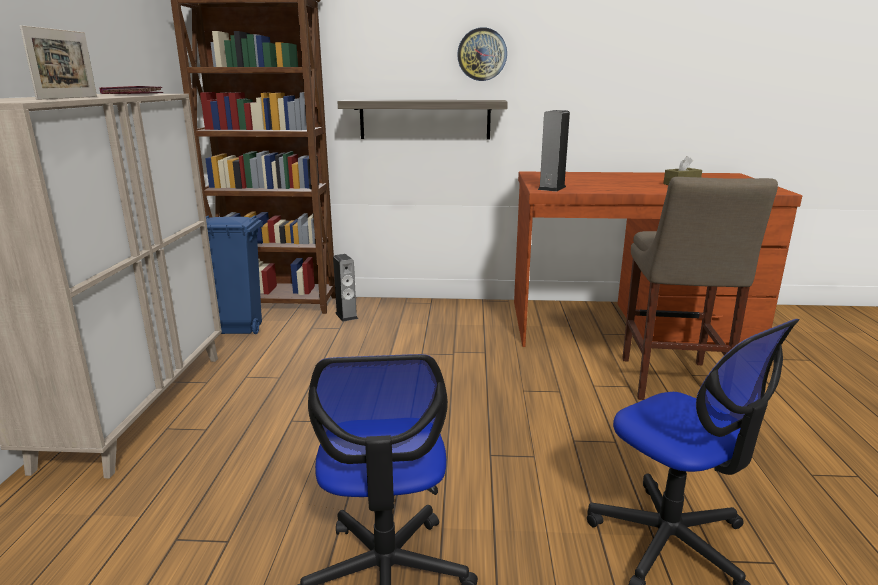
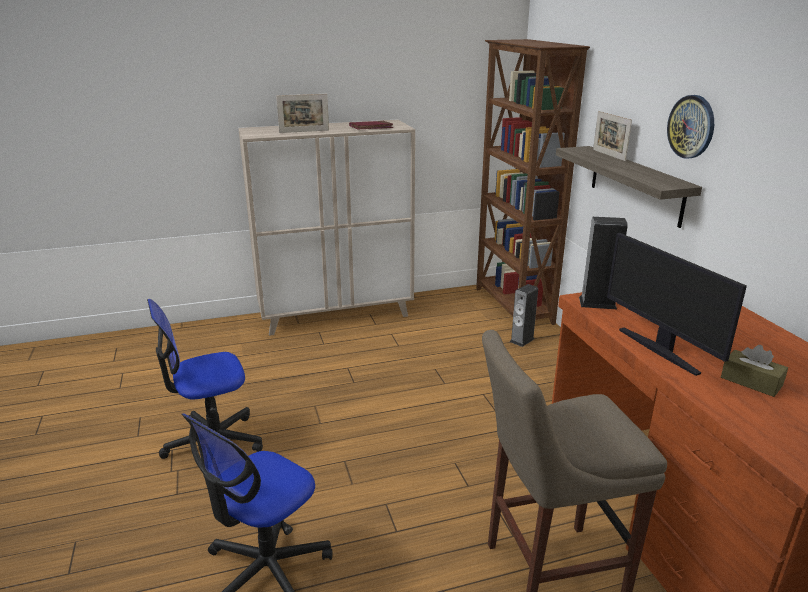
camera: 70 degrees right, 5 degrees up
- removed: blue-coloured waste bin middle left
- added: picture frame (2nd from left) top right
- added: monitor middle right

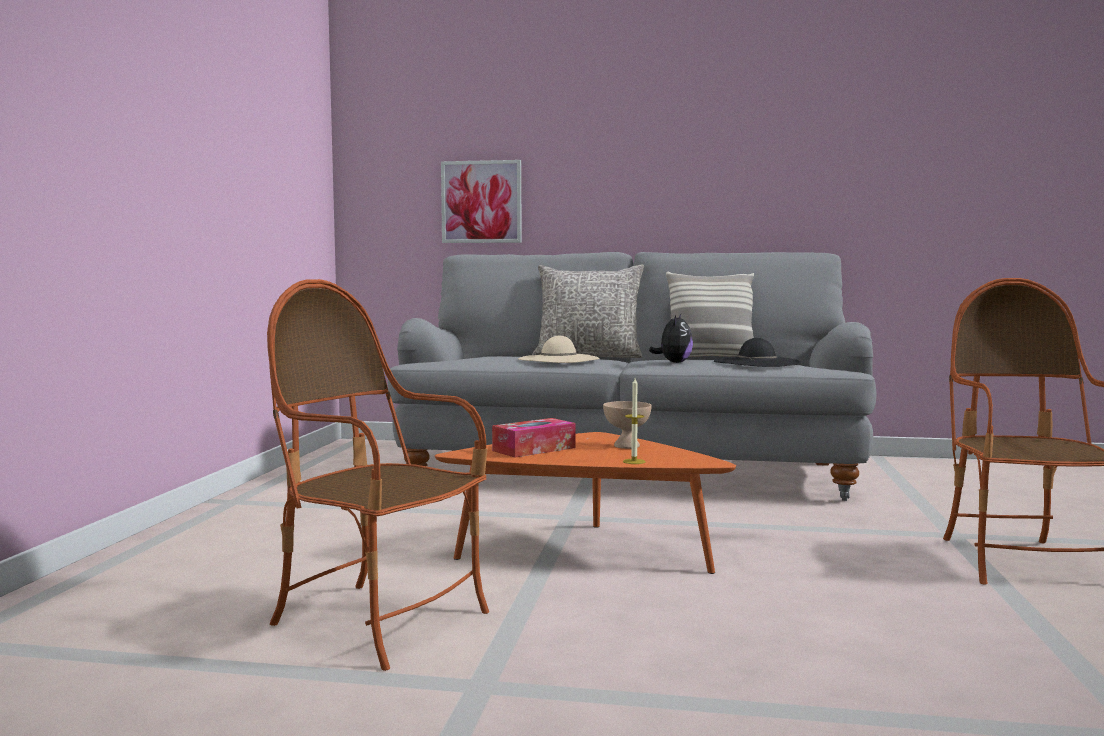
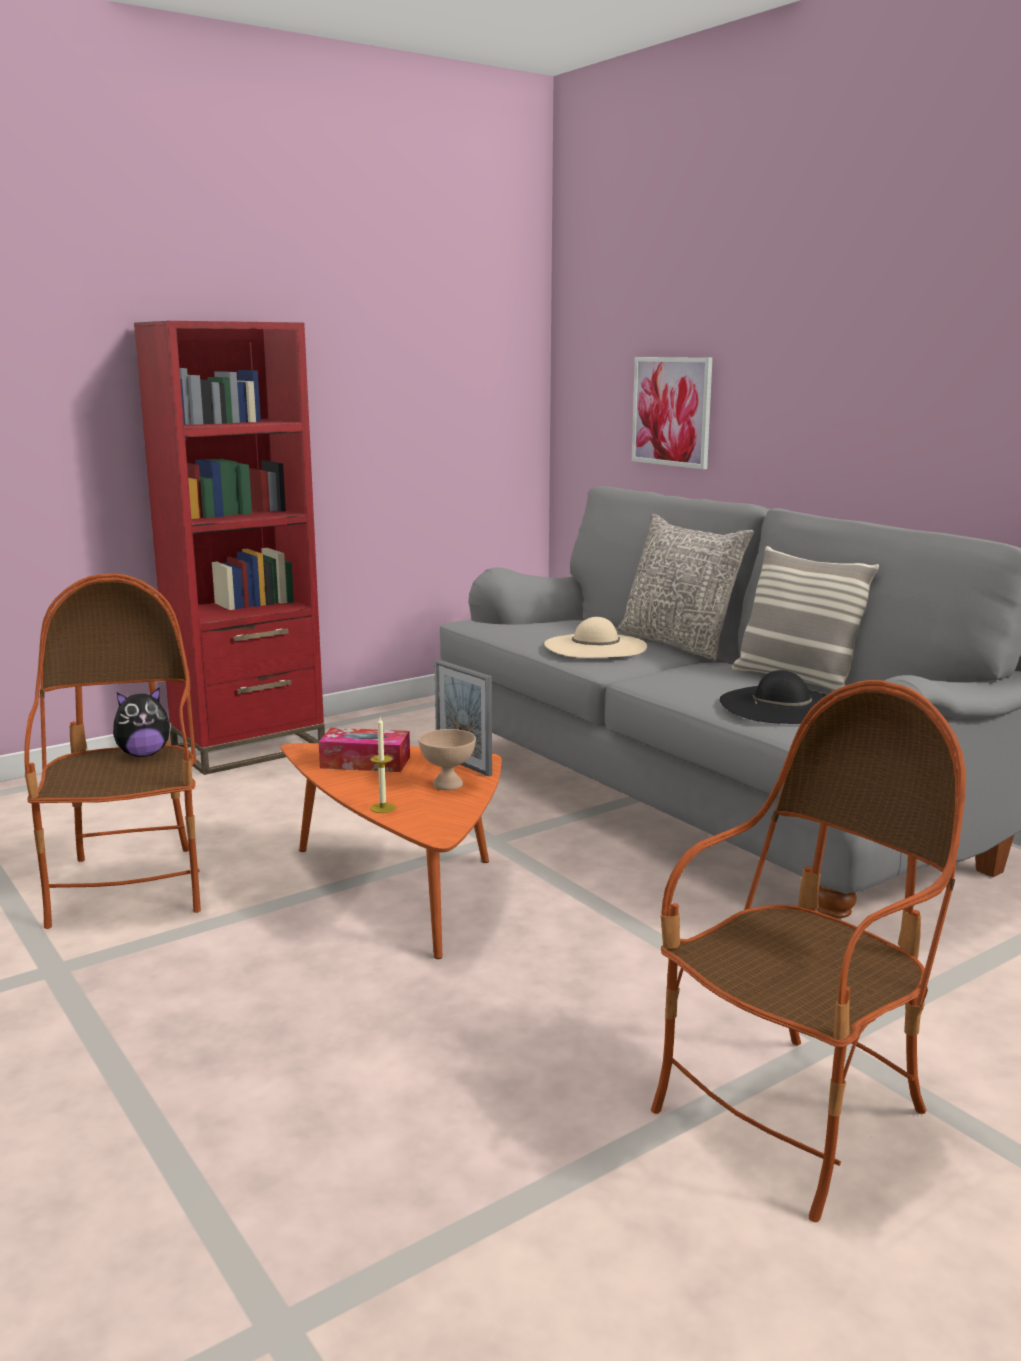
camera: 45 degrees right, 10 degrees up
- moved: cuddly toy centre to middle left
- added: reddish shelving unit middle left
- added: picture frame centre

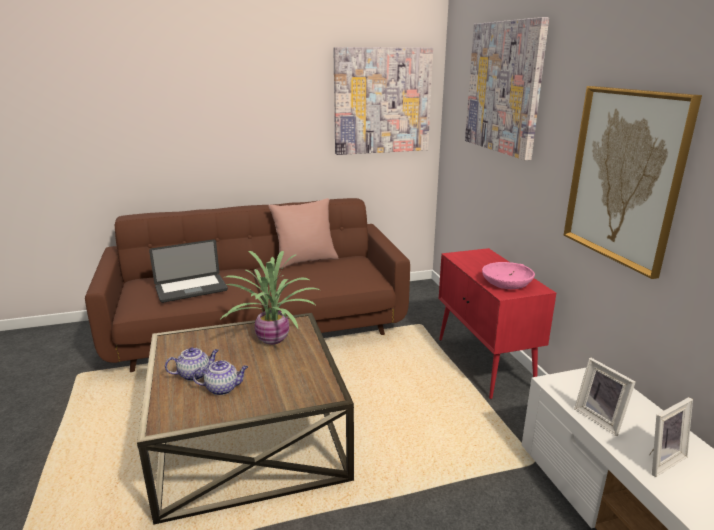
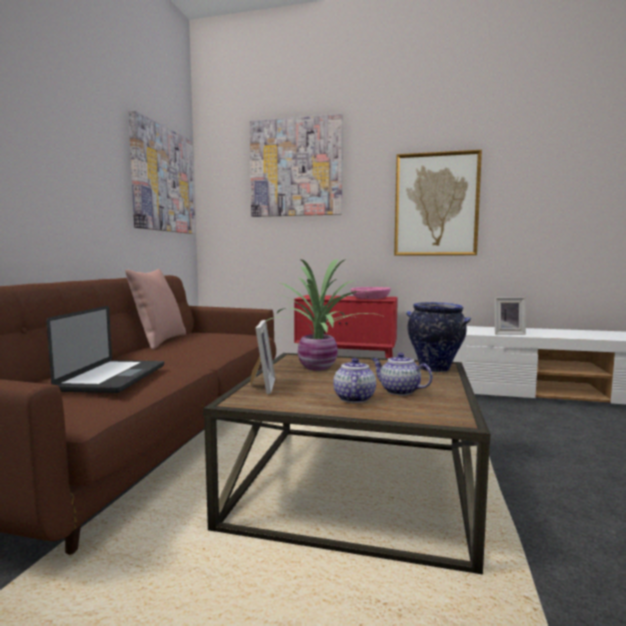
camera: 60 degrees left, 15 degrees down
- turned: tea pot (2nd from left) bottom left = centre 75 degrees counterclockwise
- moved: picture frame (2nd from left in the first image) bottom right to picture frame (1st from left) centre
- added: decorative vase middle right

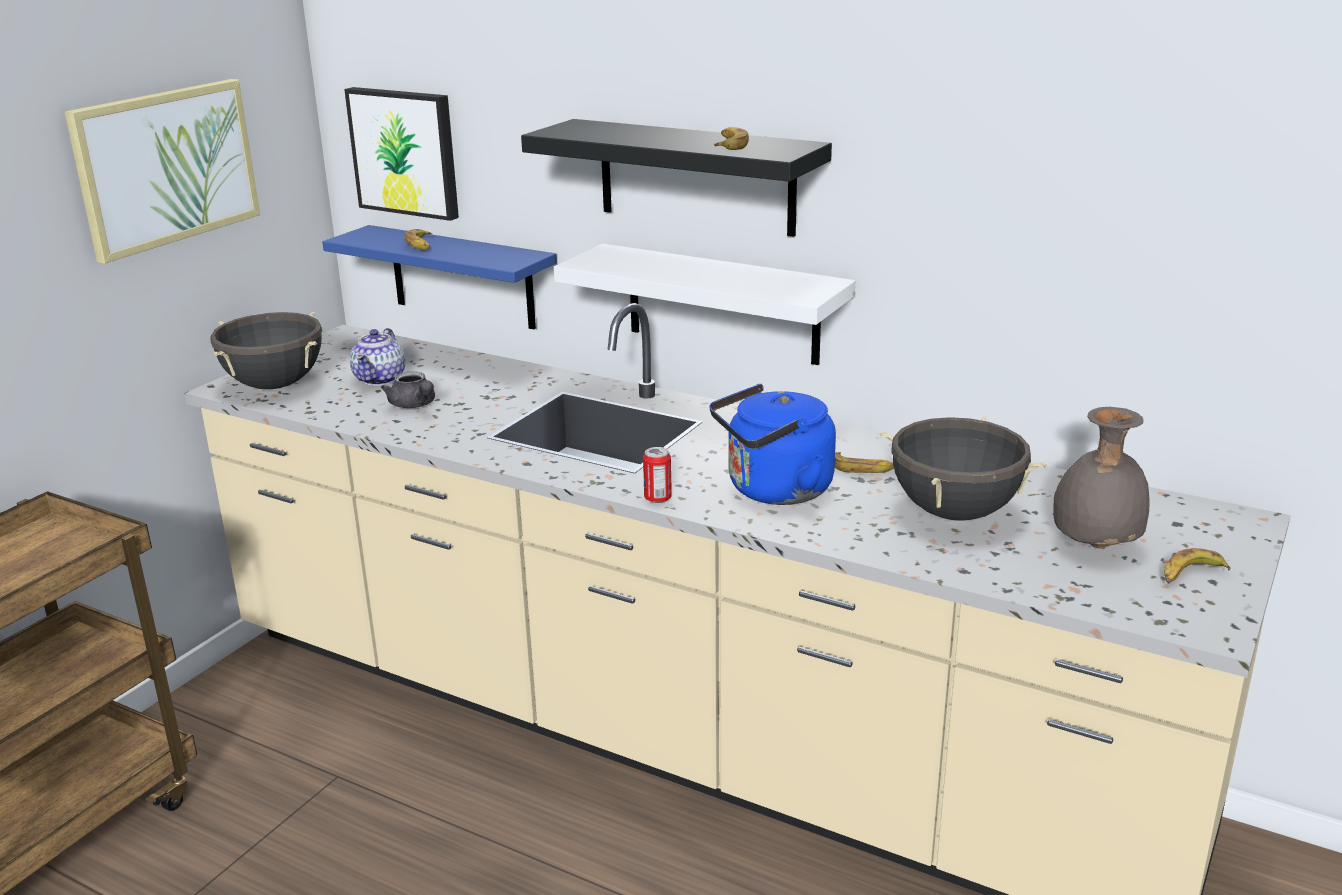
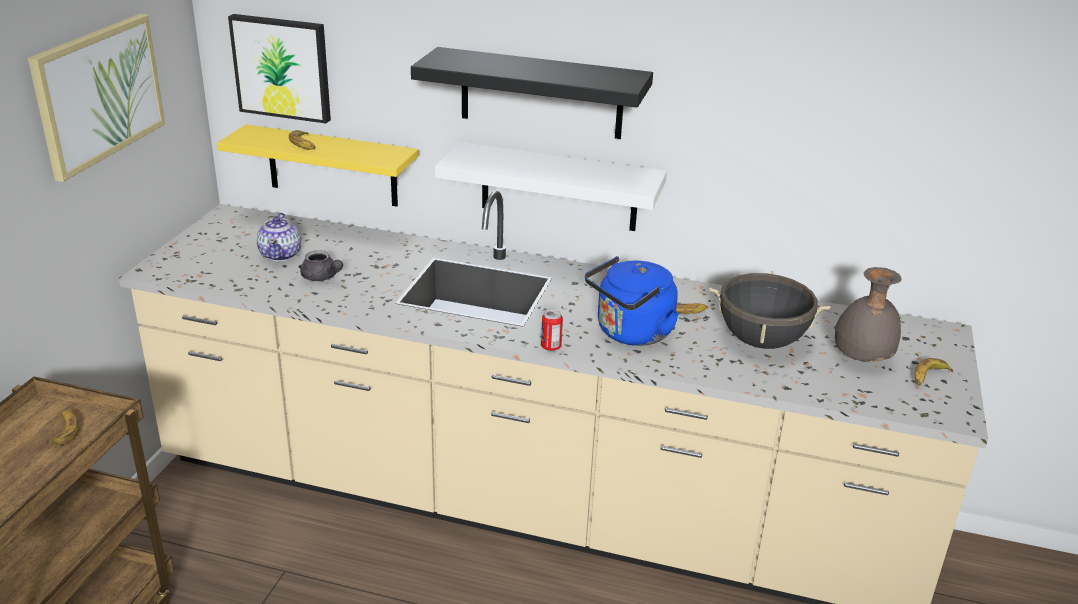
camera: 15 degrees left, 5 degrees up
- removed: black-coloured cooking pot (1st from left) middle left
- recoloured: blue-coloured shelf top left to yellow-coloured shelf top left
- moved: whole banana (2nd from left in the first image) top centre to whole banana (1st from left) bottom left

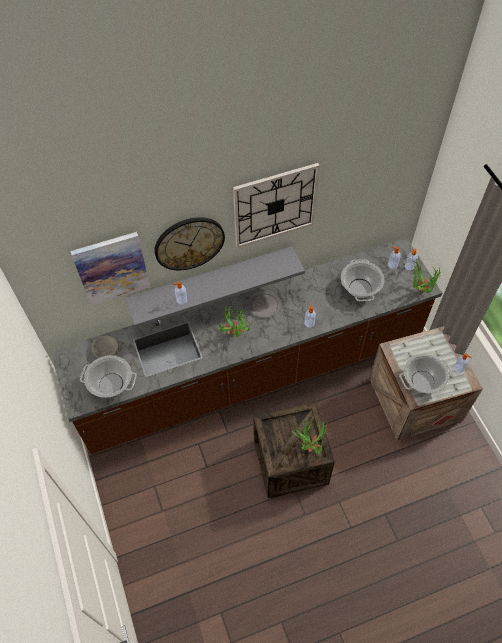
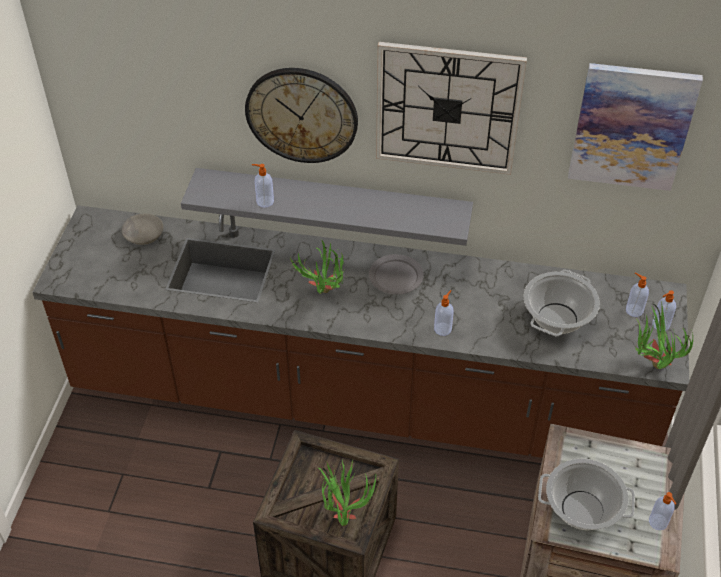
camera: 30 degrees right, 10 degrees down
- moved: wall art middle left to top right
- removed: cooking pot (1st from left) middle left

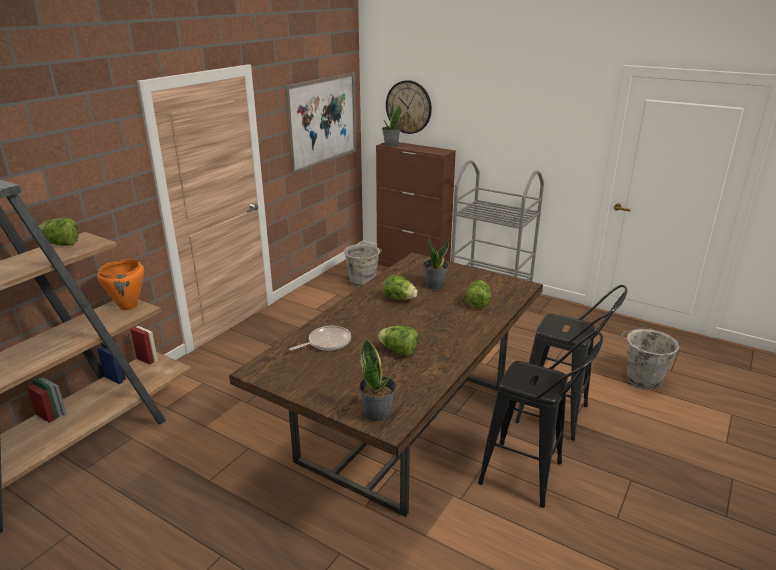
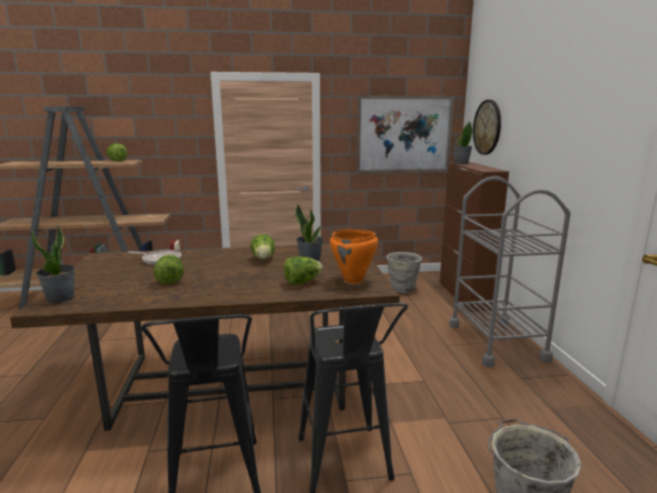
camera: 50 degrees right, 10 degrees down
- moved: orange cooking pot middle left to centre

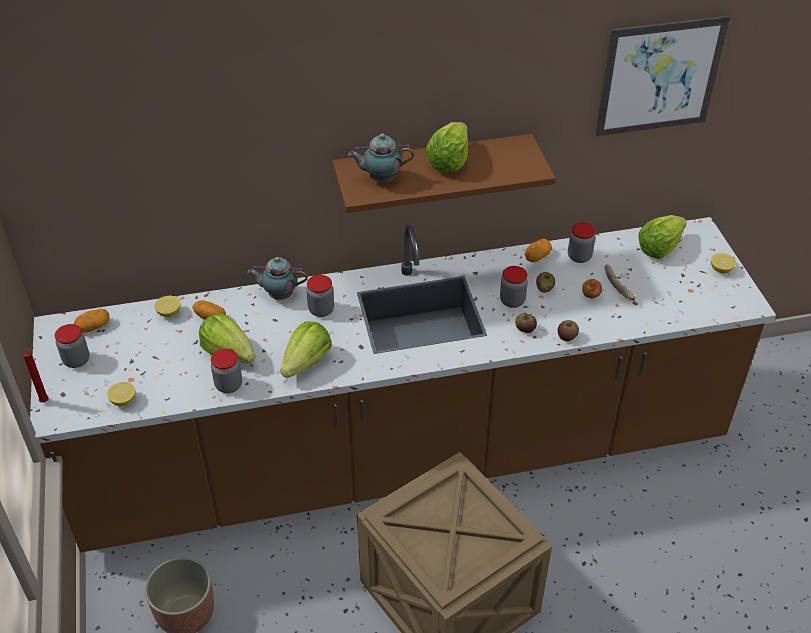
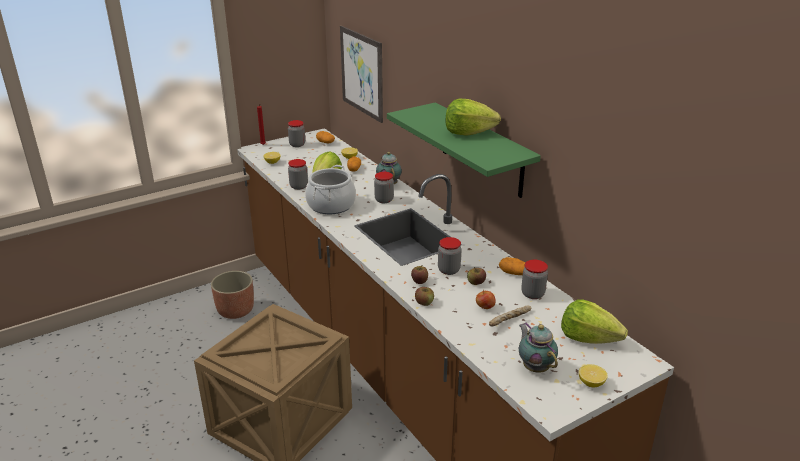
camera: 70 degrees right, 15 degrees down
- replaced: lettuce (2nd from left) centre to cooking pot centre
- recoloured: brown-coloured shelf top centre to green shelf top centre
- moved: tea pot (2nd from left) top centre to bottom right
- moved: wall art top right to top centre

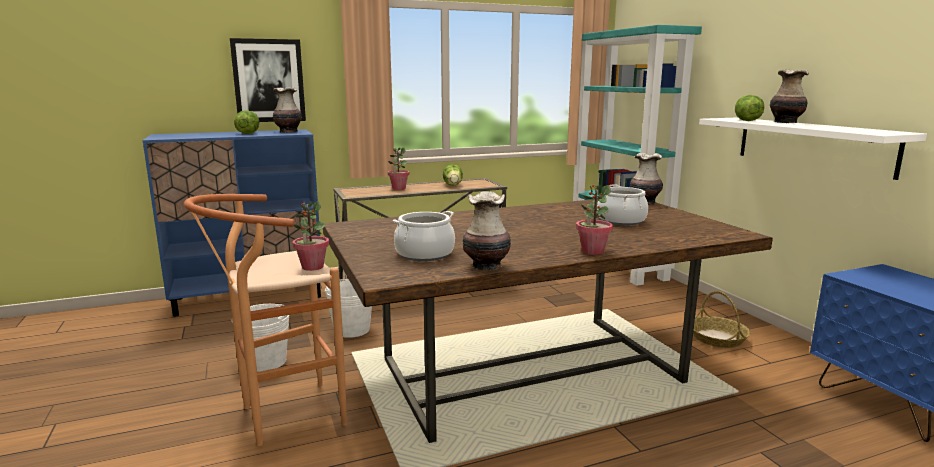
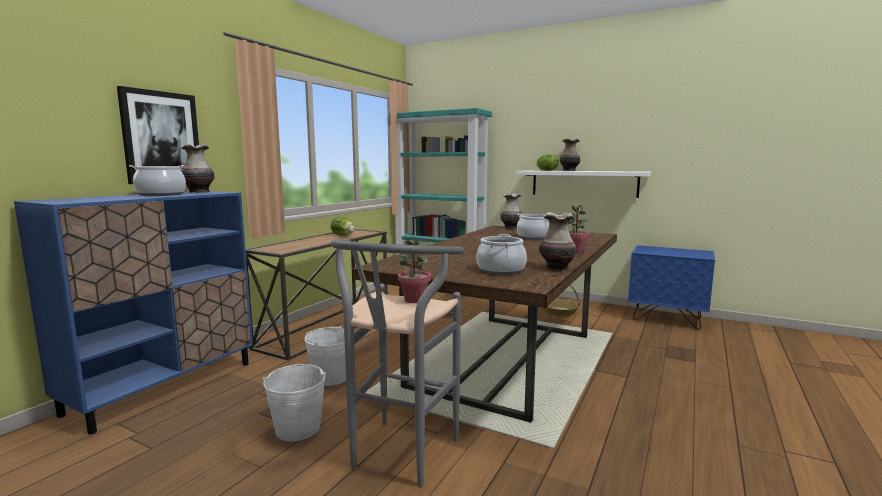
camera: 40 degrees left, 5 degrees down
- recoloured: brown-coloured stool bottom left to gray stool bottom centre
- replaced: lettuce (1st from left) top left to cooking pot (1st from left) middle left
- removed: potted plant (2nd from left) centre

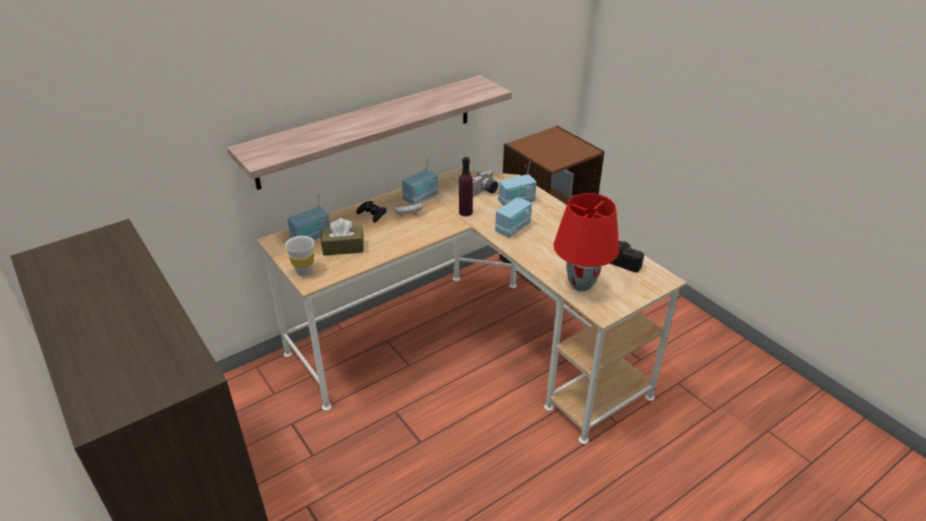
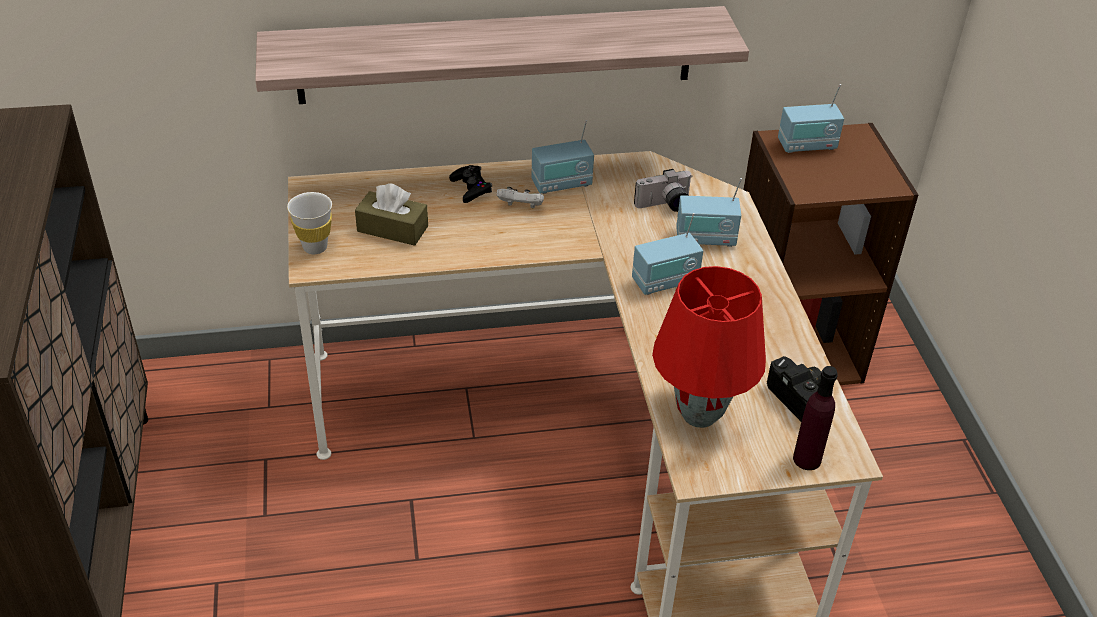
camera: 25 degrees right, 5 degrees up
- moved: radio set (1st from left in the first image) middle left to radio set (4th from left) top right
- moved: purple bottle centre to bottom right

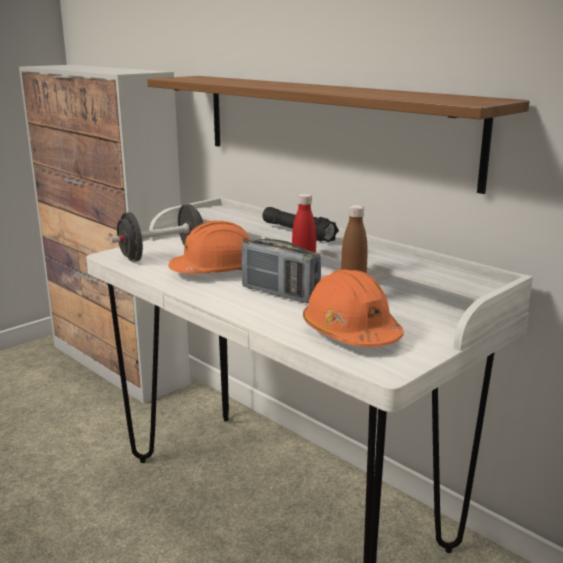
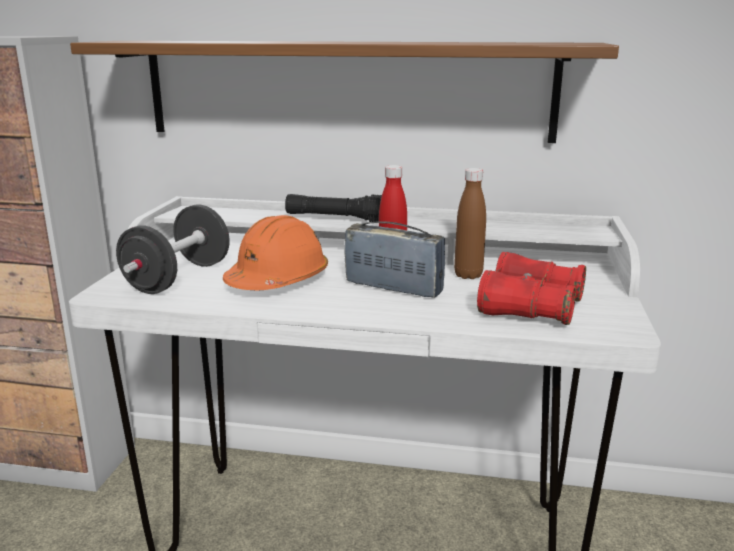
camera: 35 degrees left, 0 degrees up
- turned: radio set centre = centre 150 degrees counterclockwise
- replaced: orange work helmet (2nd from left) centre to reddish field glasses middle right

